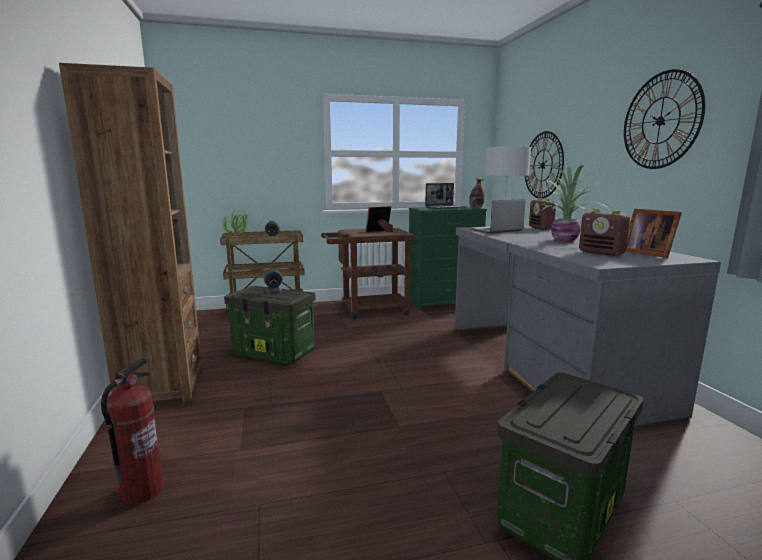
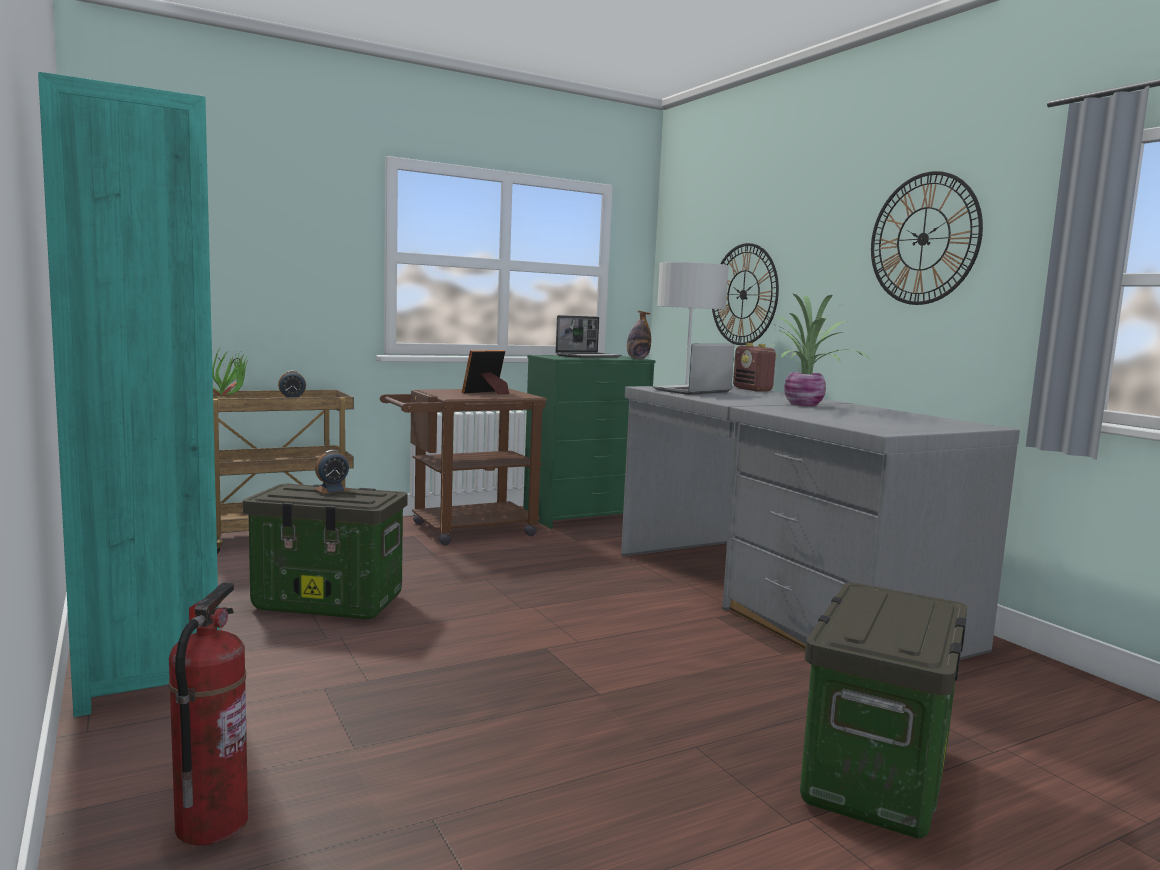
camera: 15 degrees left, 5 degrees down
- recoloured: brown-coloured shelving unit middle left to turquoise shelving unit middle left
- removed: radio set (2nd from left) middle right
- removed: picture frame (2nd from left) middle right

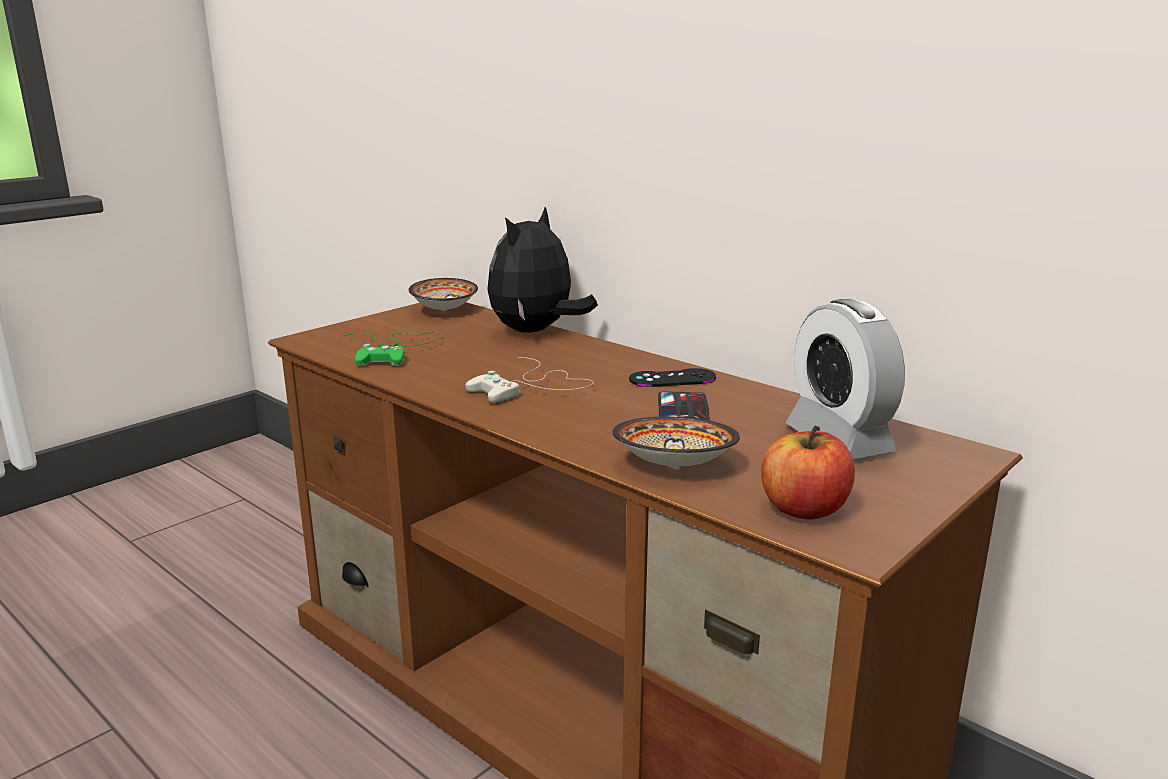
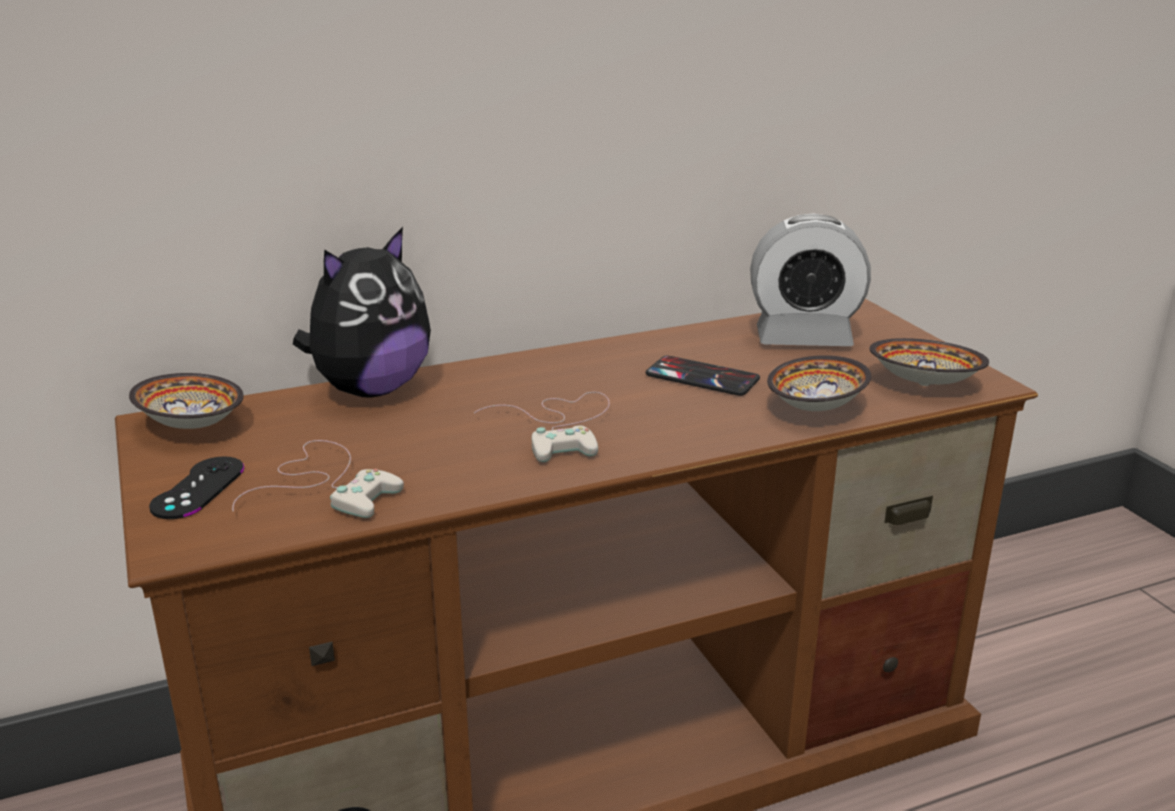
camera: 65 degrees left, 5 degrees up
- recoloured: green joypad centre to white joypad (1st from left) middle left
- turned: cuddly toy centre = middle left 105 degrees counterclockwise
- moved: black-coloured joypad centre to middle left
- replaced: apple fruit middle right to deep dish (3rd from left) middle right

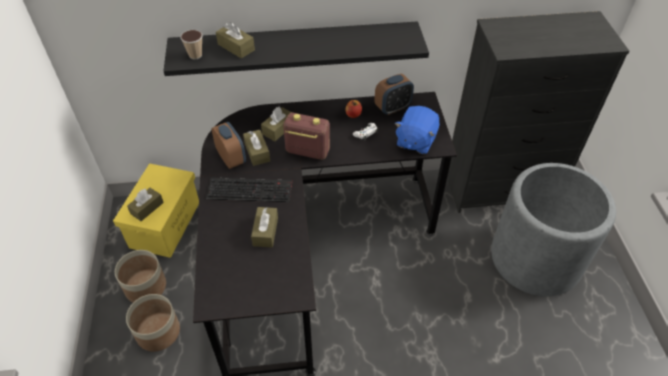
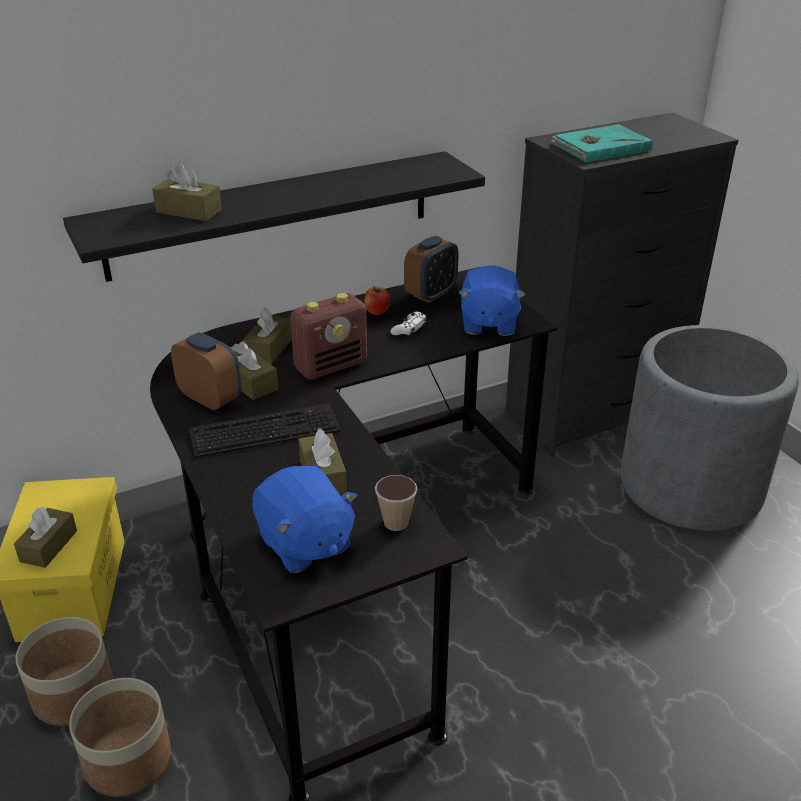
camera: 20 degrees left, 15 degrees down
- moved: cup top left to centre
- turned: radio set centre = centre 150 degrees clockwise
- added: blue-coloured cuddly toy (1st from left) centre
- added: turquoise bound book top right

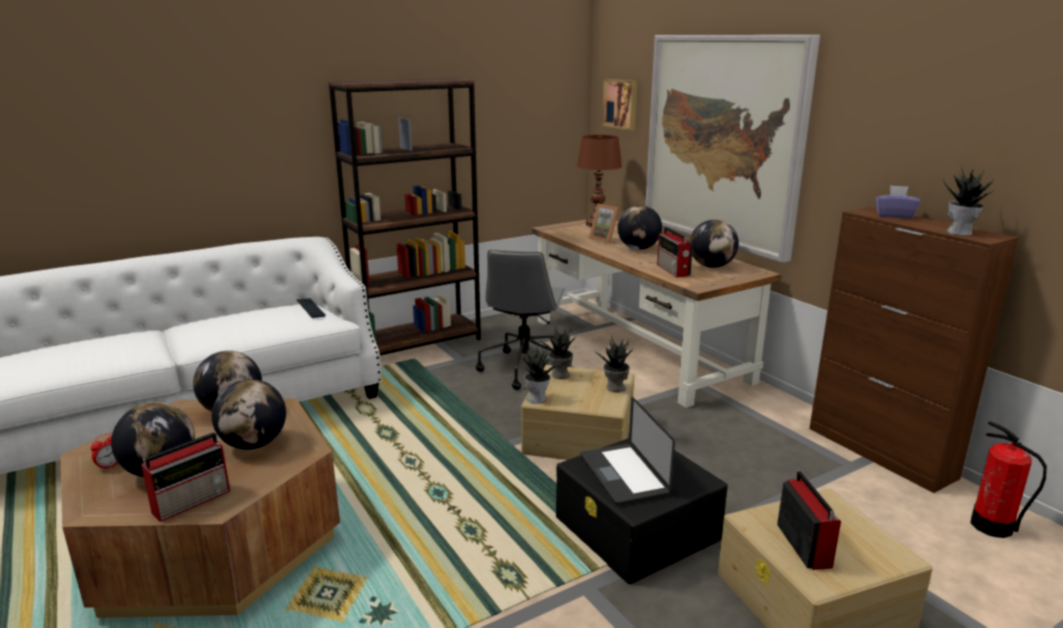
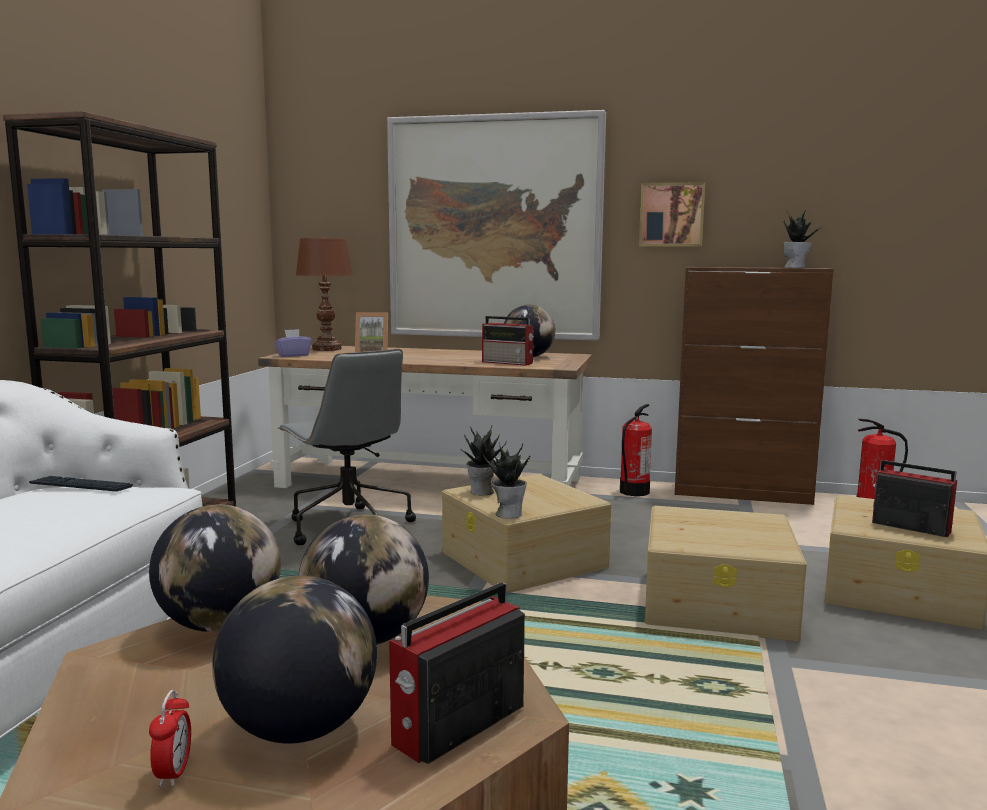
camera: 45 degrees left, 10 degrees down
- turned: radio set (1st from left) bottom left = bottom centre 135 degrees counterclockwise
- recoloured: black-coloured storage bin bottom centre to beige storage bin (2nd from left) bottom right
- removed: notebook computer bottom centre
- removed: potted plant (3rd from left) centre
- moved: wall art (1st from left in the first image) top centre to wall art (2nd from left) top right
- removed: world globe (4th from left) centre
- moved: purple tissue box top right to middle left
- added: fire-fighting cylinder (1st from left) centre

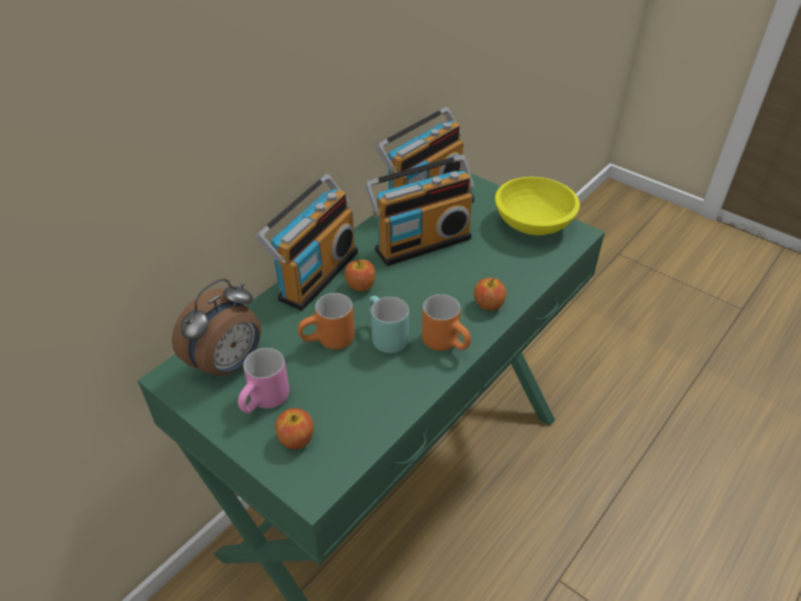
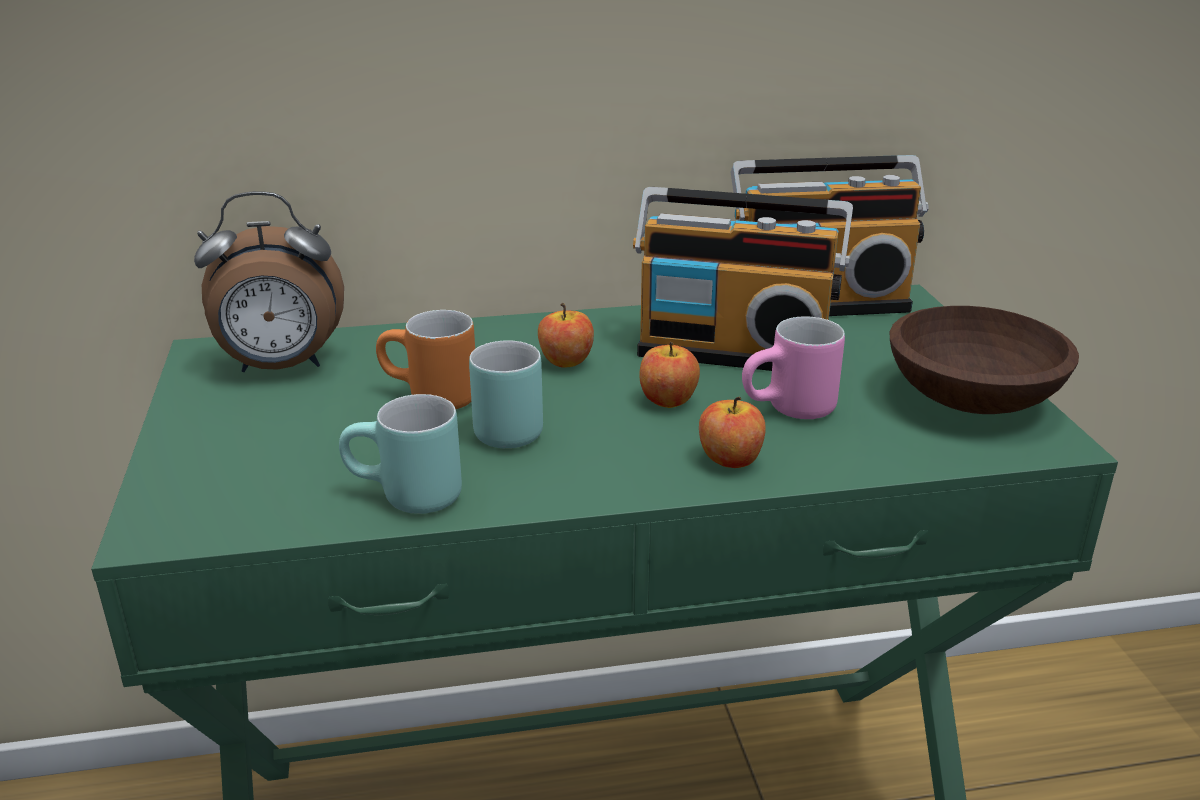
camera: 40 degrees right, 15 degrees down
- moved: pink coffee mug middle left to centre
- removed: radio set (1st from left) centre
- moved: apple fruit (1st from left in the first image) bottom centre to apple fruit (2nd from left) centre
- removed: orange coffee mug (2nd from left) centre
- recoloured: yellow-coloured deep dish middle right to brown-coloured deep dish middle right
- added: turquoise coffee mug (1st from left) centre

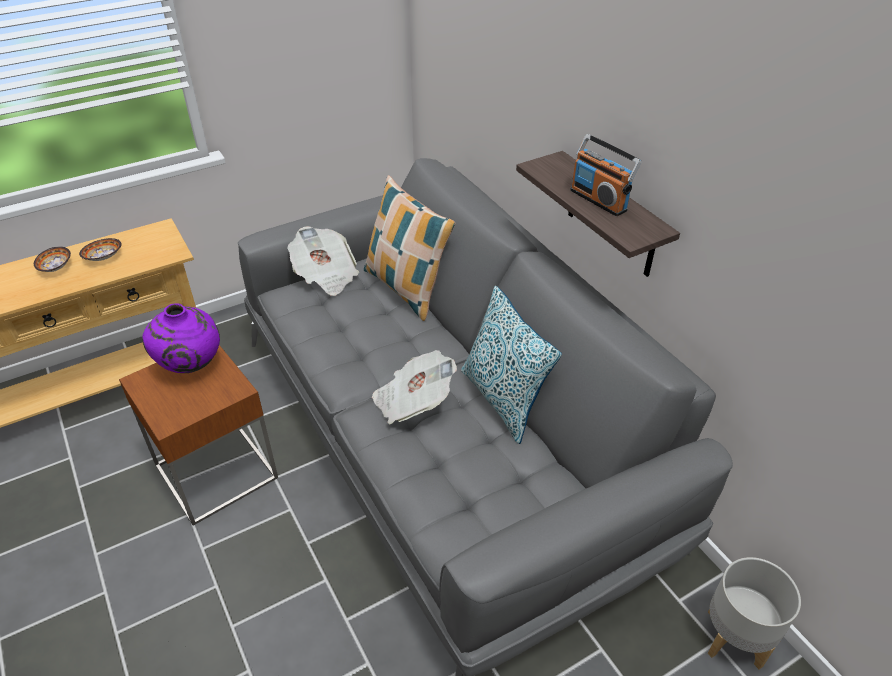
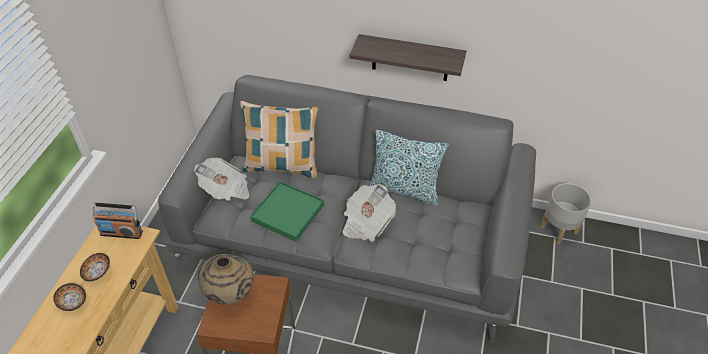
camera: 45 degrees left, 5 degrees up
- recoloured: purple decorative vase middle left to beige decorative vase bottom left
- moved: radio set top right to middle left
- added: green carrying tray centre

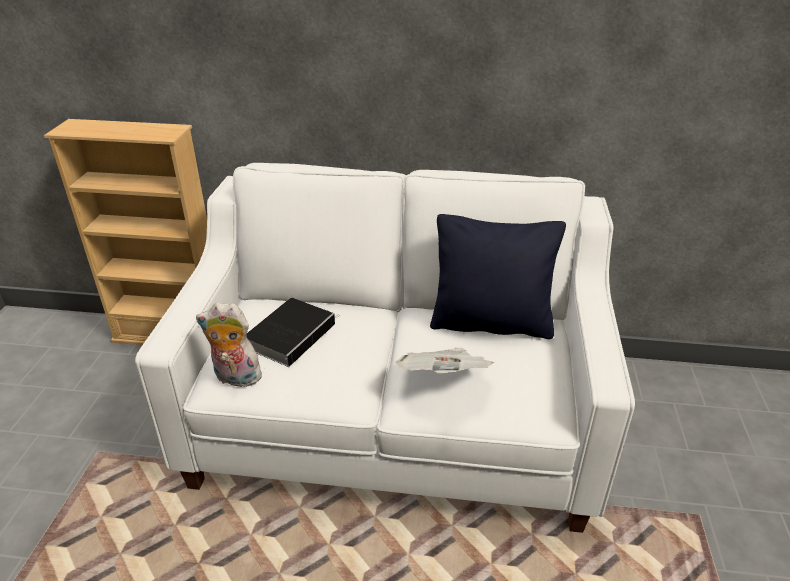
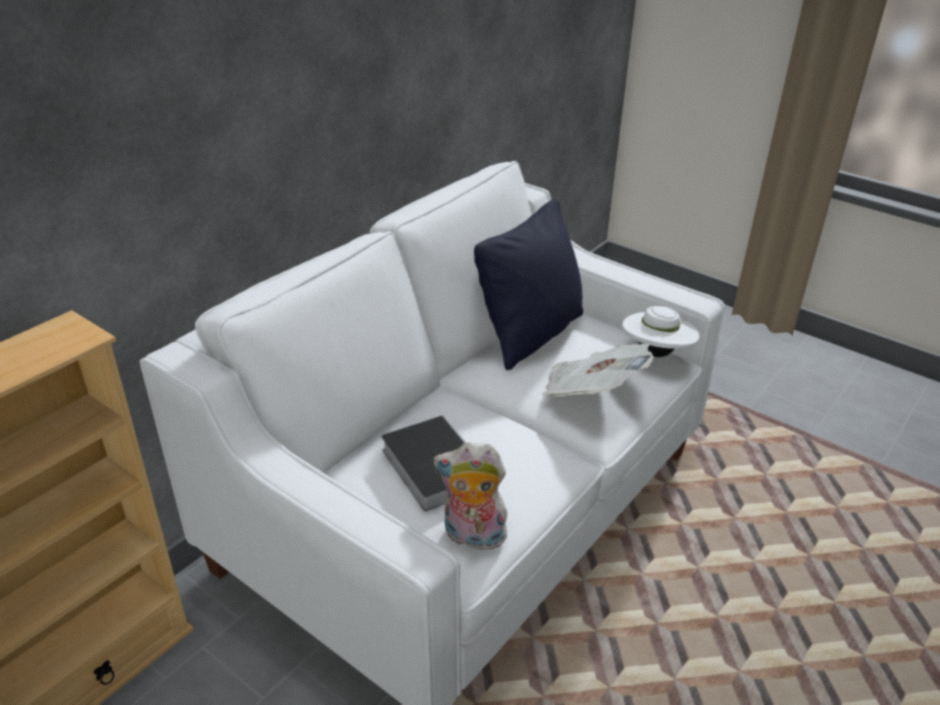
camera: 60 degrees left, 0 degrees up
- turned: cuddly toy middle left = bottom centre 60 degrees clockwise
- added: white wearable hat middle right

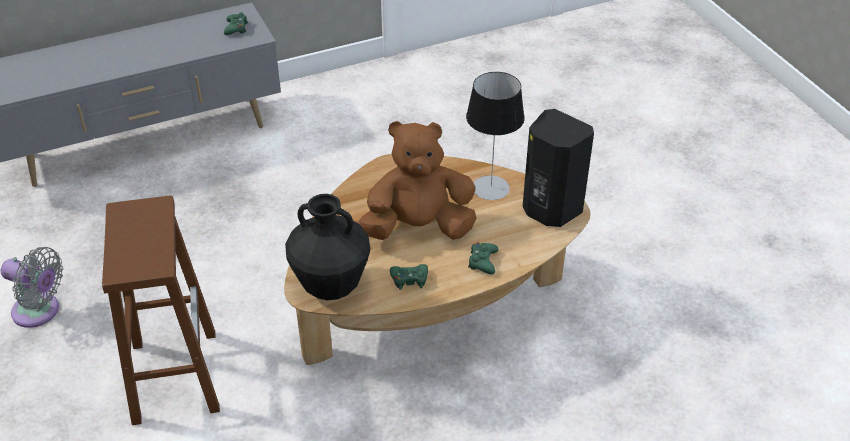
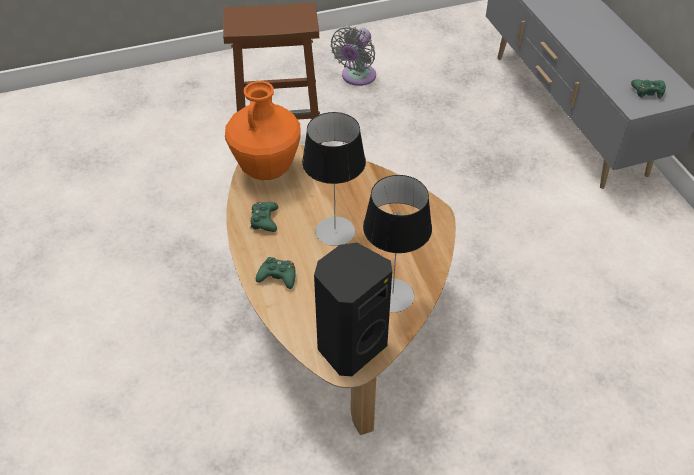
camera: 95 degrees right, 5 degrees up
- recoloured: black-coloured decorative vase centre to orange decorative vase top centre
- replaced: brown-coloured cuddly toy centre to table lamp (1st from left) centre

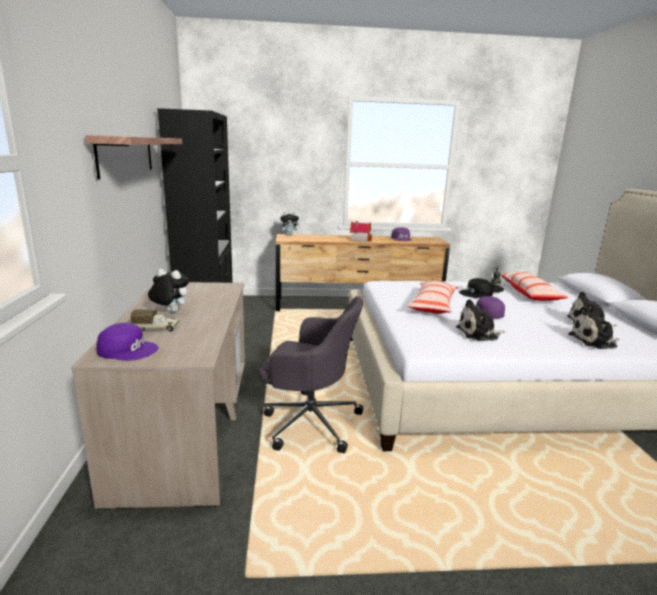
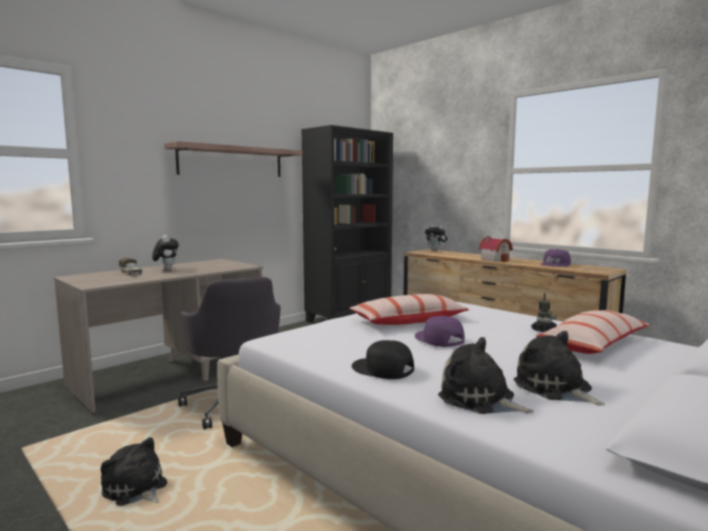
camera: 50 degrees right, 10 degrees down
- removed: purple baseball cap (1st from left) middle left
- moved: cuddly toy (3rd from left in the first image) middle right to cuddly toy (1st from left) bottom left
- moved: black-coloured baseball cap middle right to bottom centre

